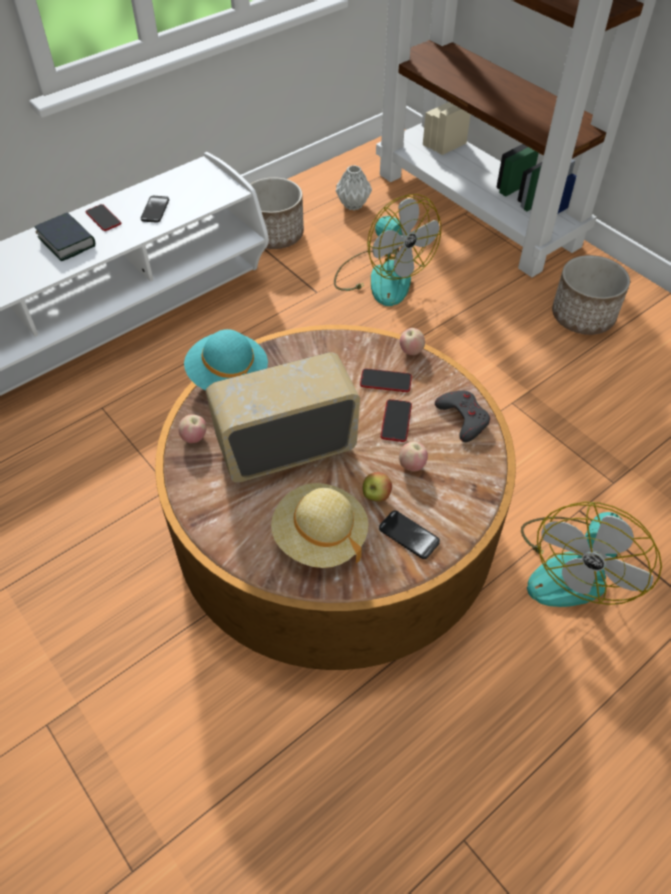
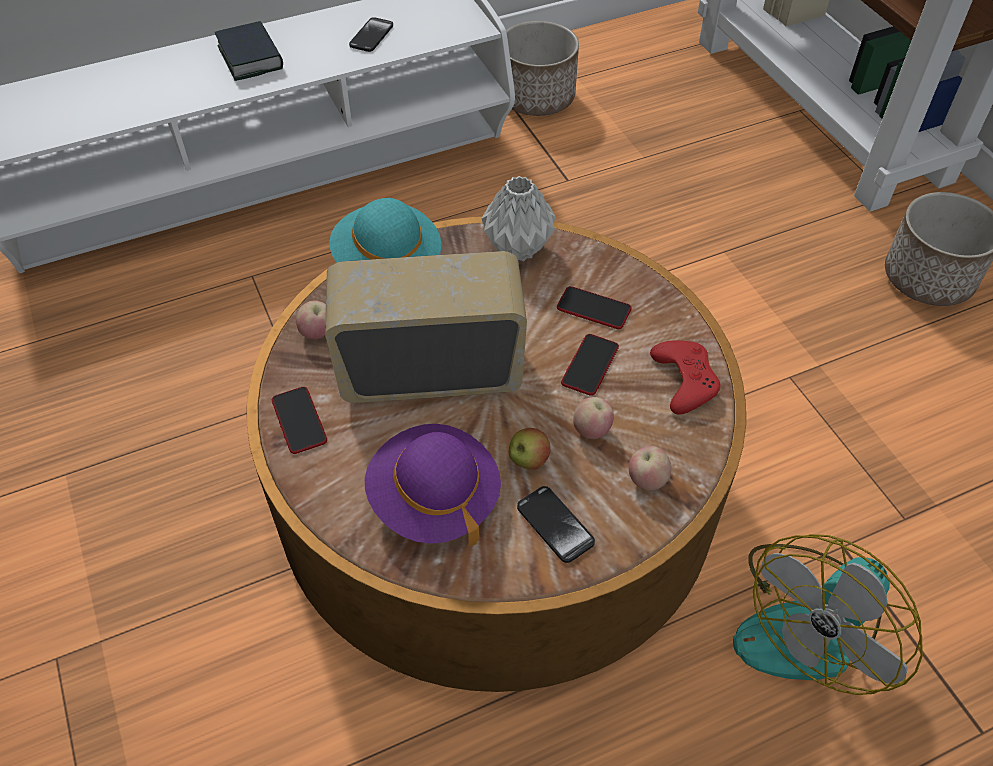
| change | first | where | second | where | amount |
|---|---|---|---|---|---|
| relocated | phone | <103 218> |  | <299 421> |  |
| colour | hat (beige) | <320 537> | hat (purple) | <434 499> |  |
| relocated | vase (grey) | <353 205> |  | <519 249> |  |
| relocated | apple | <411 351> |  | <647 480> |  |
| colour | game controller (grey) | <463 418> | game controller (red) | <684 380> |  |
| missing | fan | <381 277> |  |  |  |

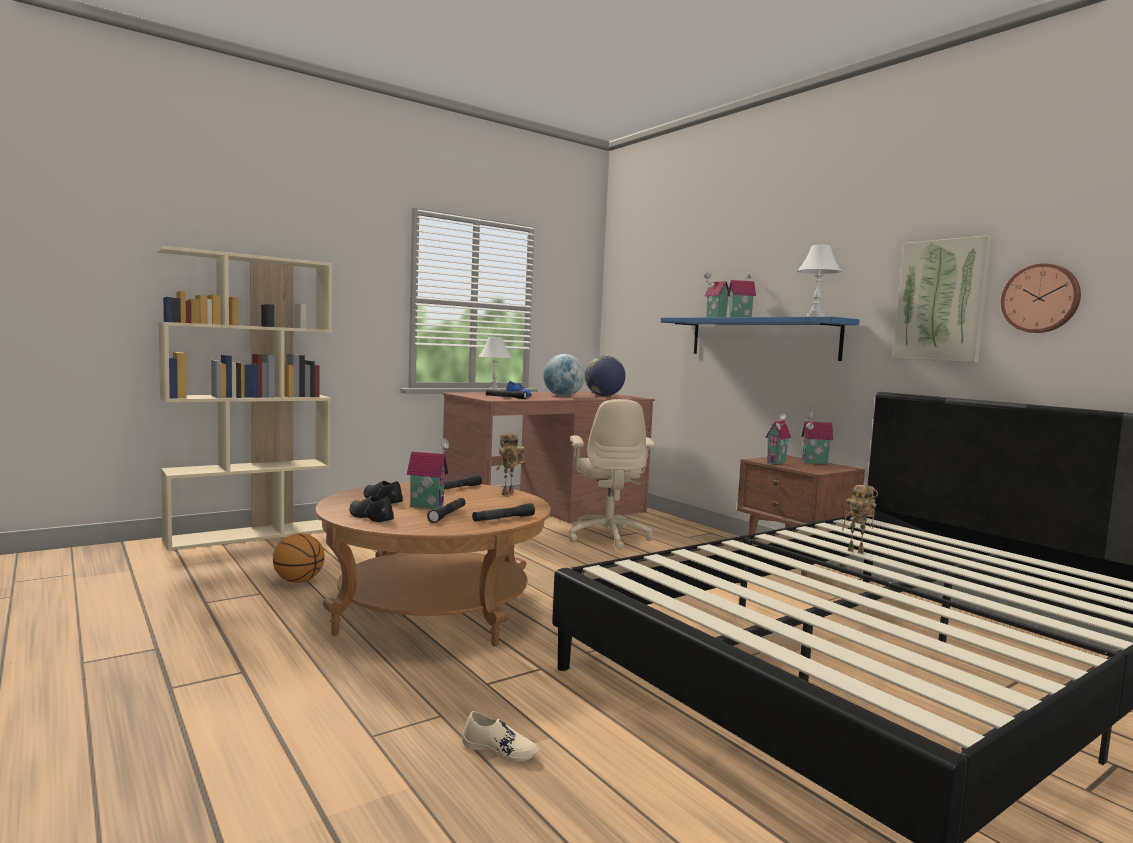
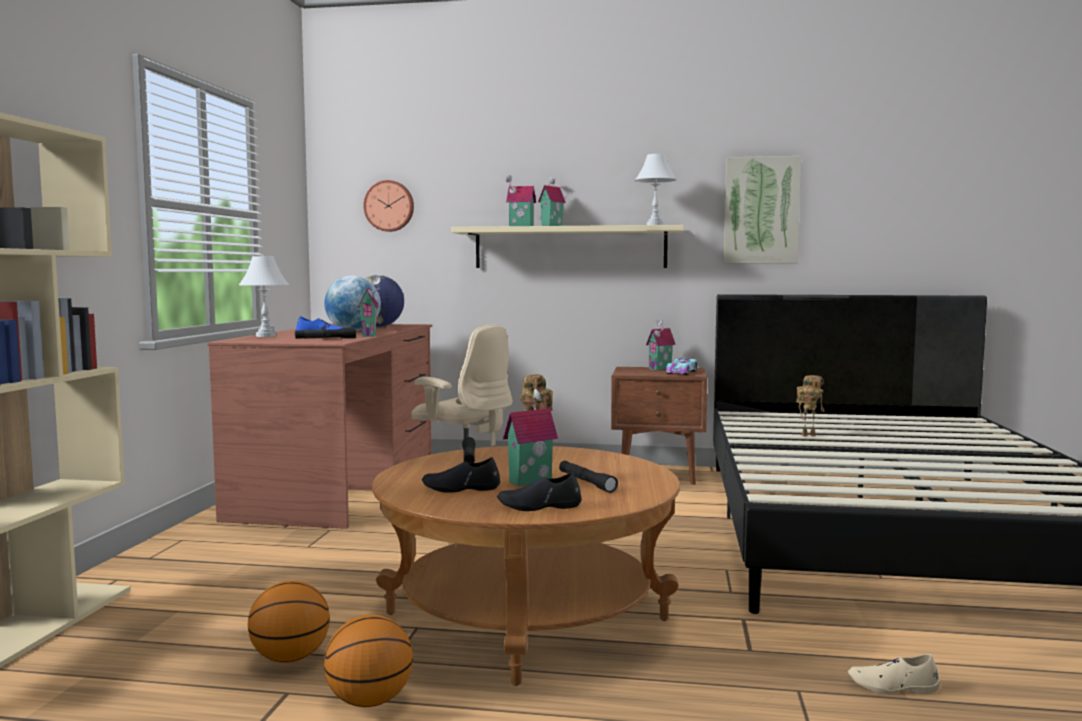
| change | first | where | second | where | amount |
|---|---|---|---|---|---|
| appeared |  |  | basketball | <369 701> |  |
| relocated | toy house | <777 462> |  | <371 335> |  |
| relocated | wall clock | <1041 298> |  | <389 206> |  |
| colour | shelf (blue) | <762 338> | shelf (beige) | <570 248> |  |
| appeared |  |  | toy car | <681 372> |  |
| spun | shoe (beige) | <500 749> |  | <893 686> | 150 degrees counterclockwise |
| missing | flashlight (black) | <503 519> |  |  |  |

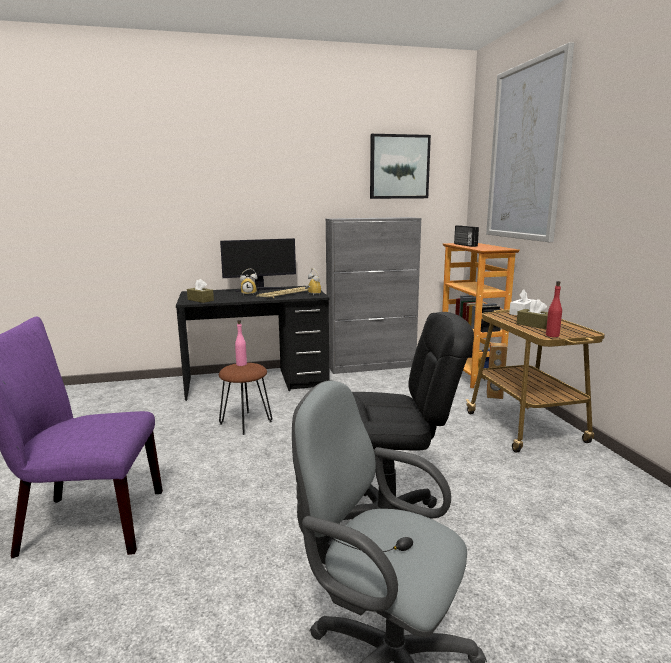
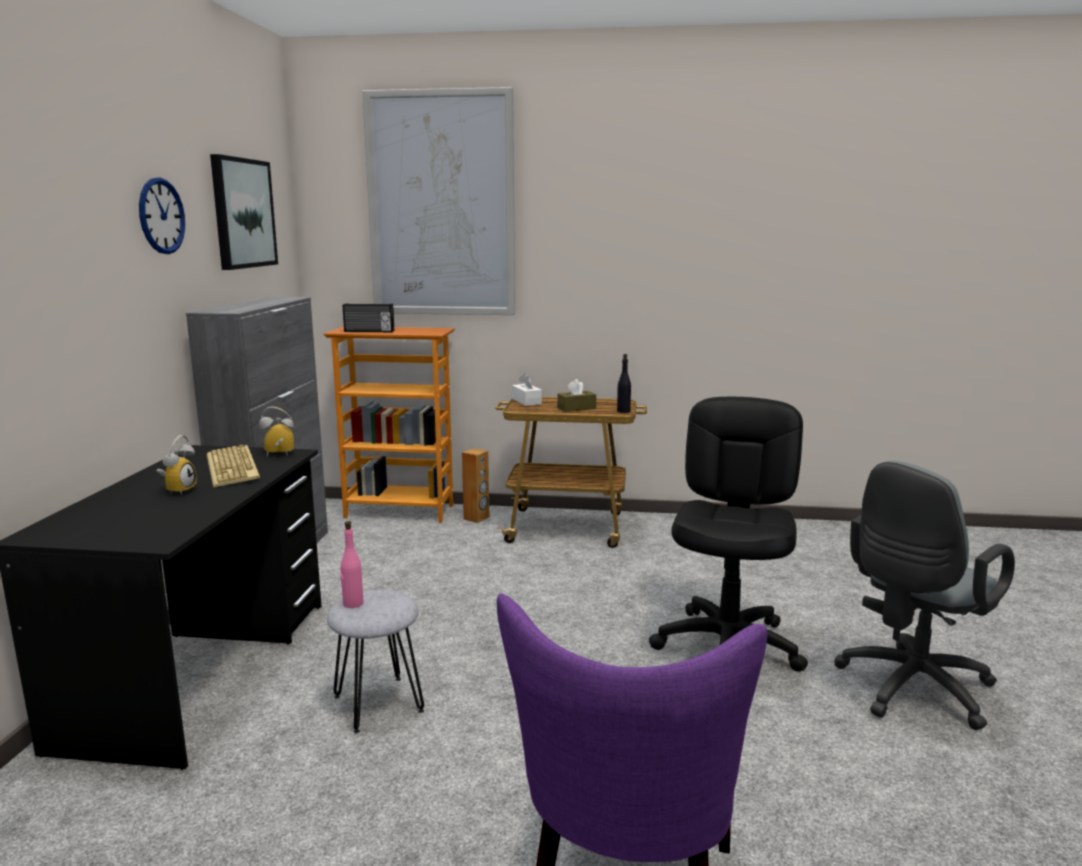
| change | first | where | second | where | amount |
|---|---|---|---|---|---|
| appeared |  |  | wall clock | <161 216> |  |
| colour | stool (brown) | <245 423> | stool (grey) | <378 704> |  |
| colour | bottle (red) | <552 335> | bottle (black) | <623 411> |  |
| missing | tissue box (brown) | <200 300> |  |  |  |
| missing | monitor | <260 289> |  |  |  |

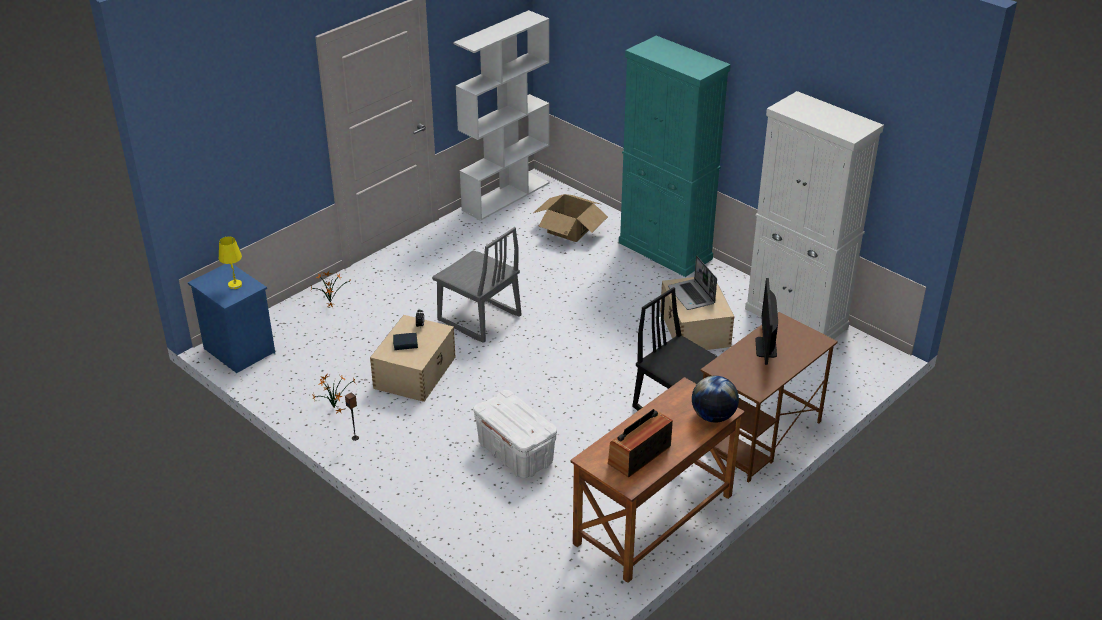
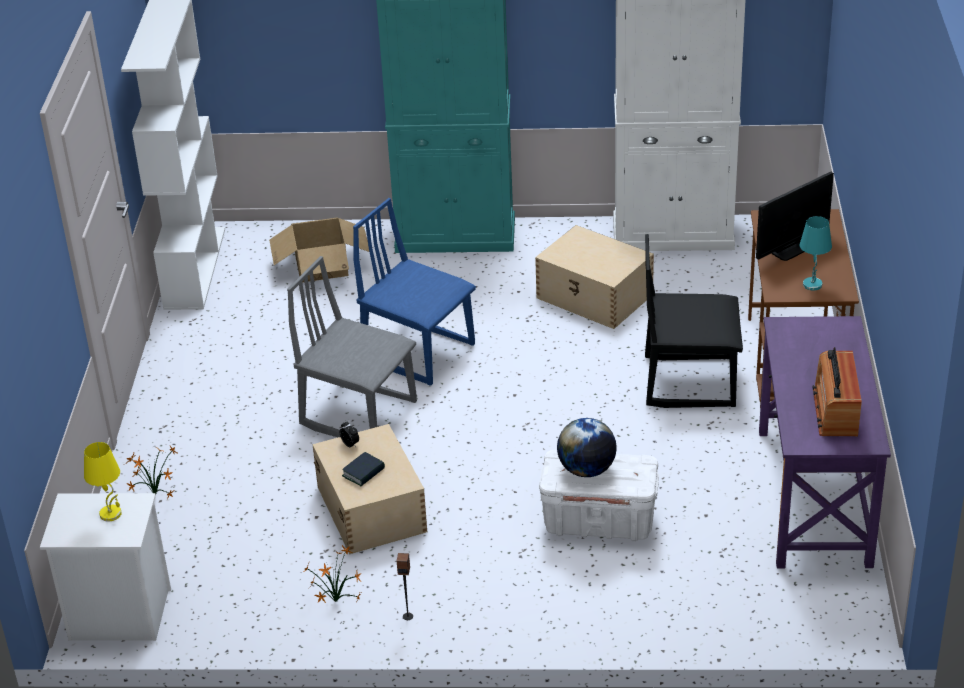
| change | first | where | second | where | amount |
|---|---|---|---|---|---|
| colour | nightstand (blue) | <237 350> | nightstand (white) | <117 615> |  |
| spun | chair (grey) | <478 319> |  | <359 413> | 150 degrees counterclockwise |
| appeared |  |  | chair (blue) | <419 351> |  |
| relocated | globe | <713 416> |  | <586 470> |  |
| spun | monitor | <766 347> |  | <789 249> | 90 degrees counterclockwise |
| colour | desk (brown) | <654 520> | desk (purple) | <814 497> |  |
| appeared |  |  | table lamp (turquoise) | <813 285> |  |
| missing | laptop | <692 296> |  |  |  |

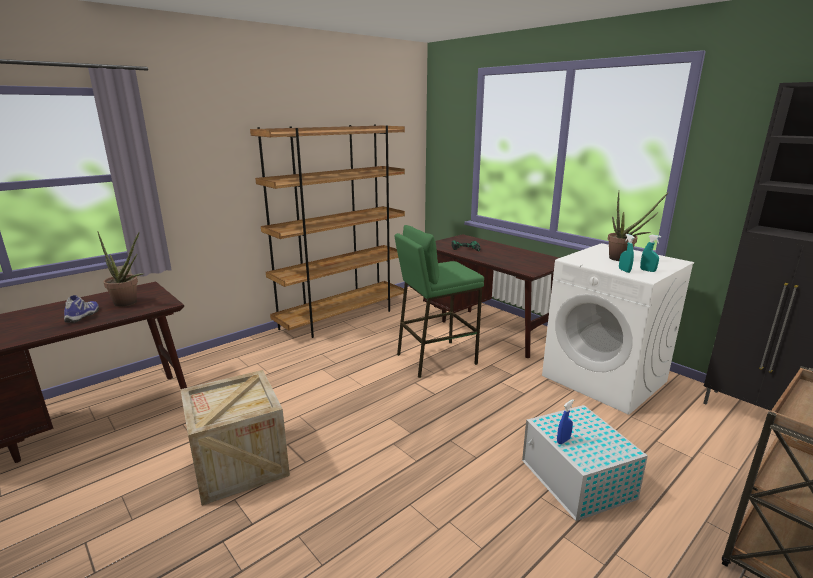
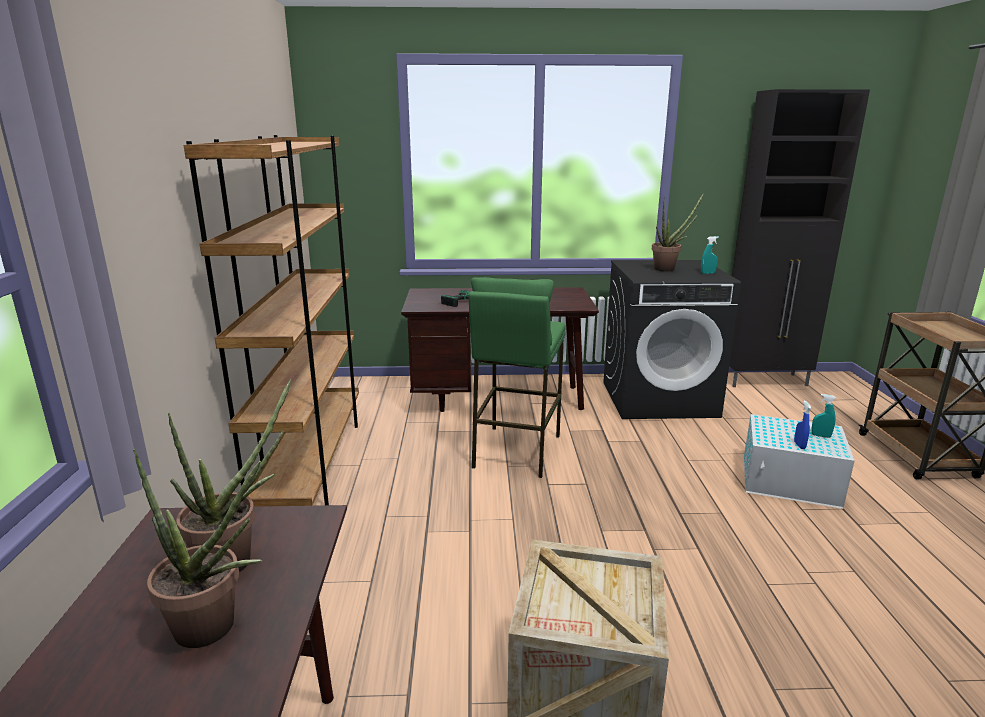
| change | first | where | second | where | amount |
|---|---|---|---|---|---|
| exchanged | shoe | <84 316> | potted plant | <215 630> |  |
| colour | washing machine (white) | <604 379> | washing machine (black) | <659 399> |  |
| relocated | spray bottle (turquoise) | <624 270> |  | <820 436> |  |

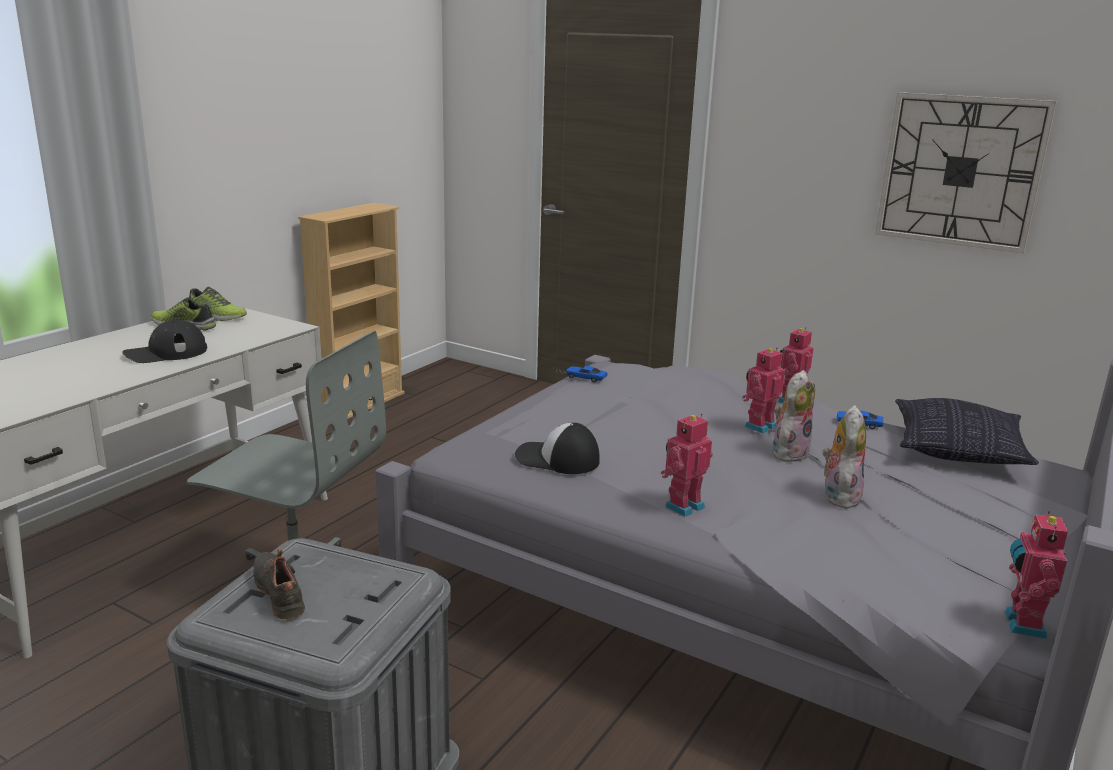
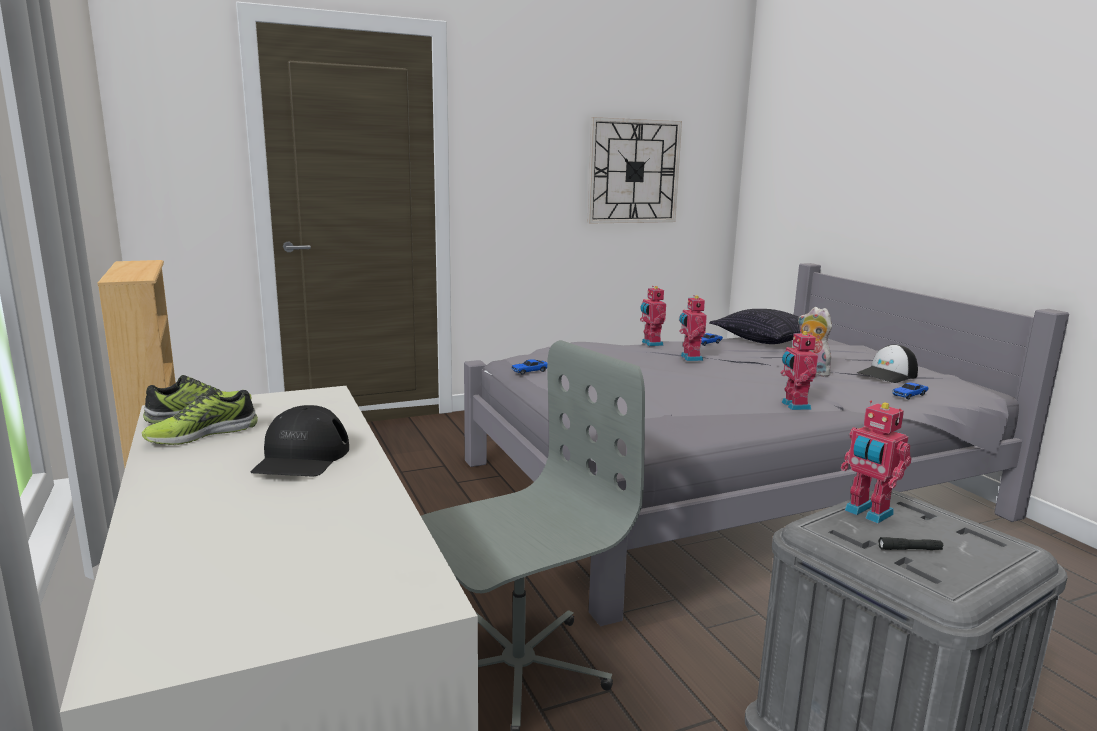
| change | first | where | second | where | amount |
|---|---|---|---|---|---|
| relocated | toy robot | <1021 624> |  | <867 513> |  |
| relocated | cap | <556 459> |  | <888 375> |  |
| exchanged | shoe (black) | <281 593> | flashlight (black) | <909 549> |  |
| appeared |  |  | toy car | <909 395> |  |
| missing | plush toy | <789 452> |  |  |  |

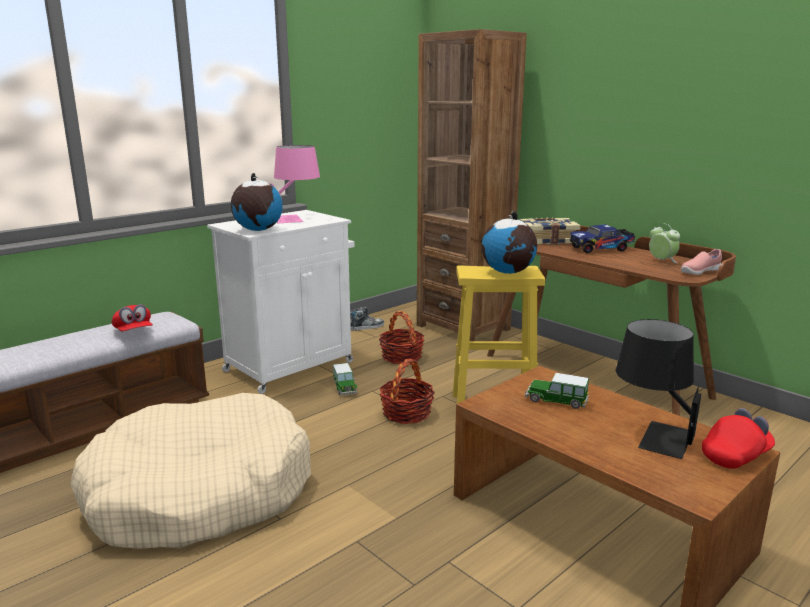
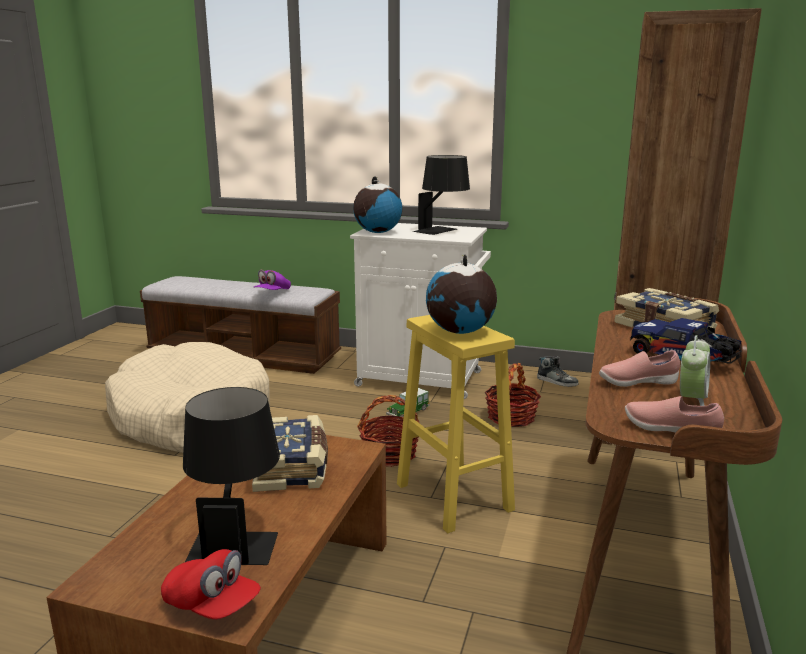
| change | first | where | second | where | amount |
|---|---|---|---|---|---|
| exchanged | toy car | <556 400> | book | <292 467> |  |
| colour | cap (red) | <133 332> | cap (purple) | <272 292> |  |
| colour | table lamp (pink) | <296 218> | table lamp (black) | <442 231> |  |
| appeared |  |  | shoe (pink) | <637 383> |  |

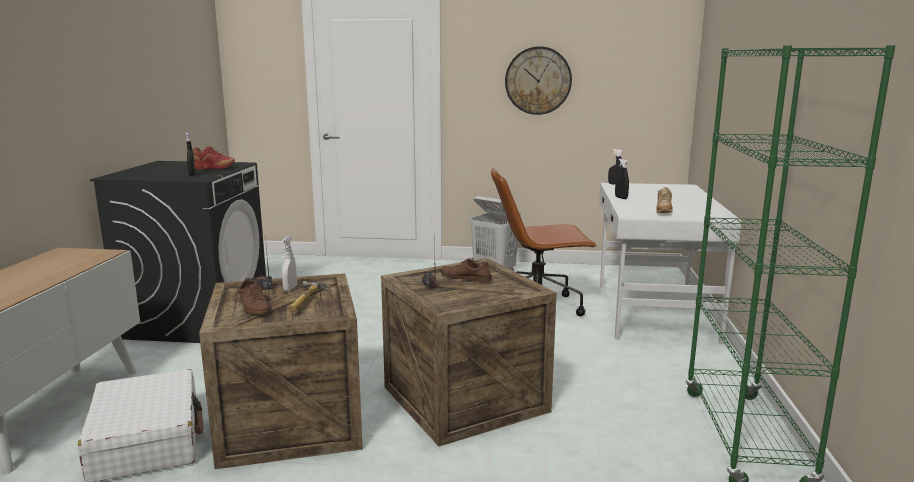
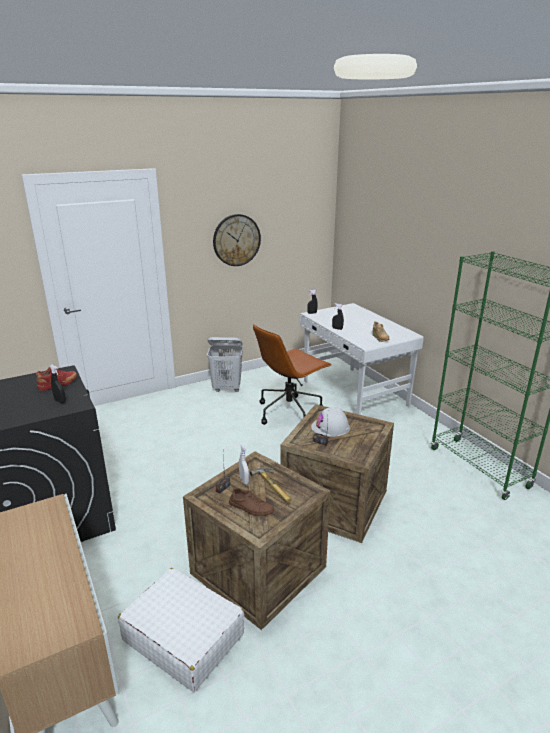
| change | first | where | second | where | amount |
|---|---|---|---|---|---|
| exchanged | shoe (brown) | <466 278> | hard hat (white) | <330 427> |  |

